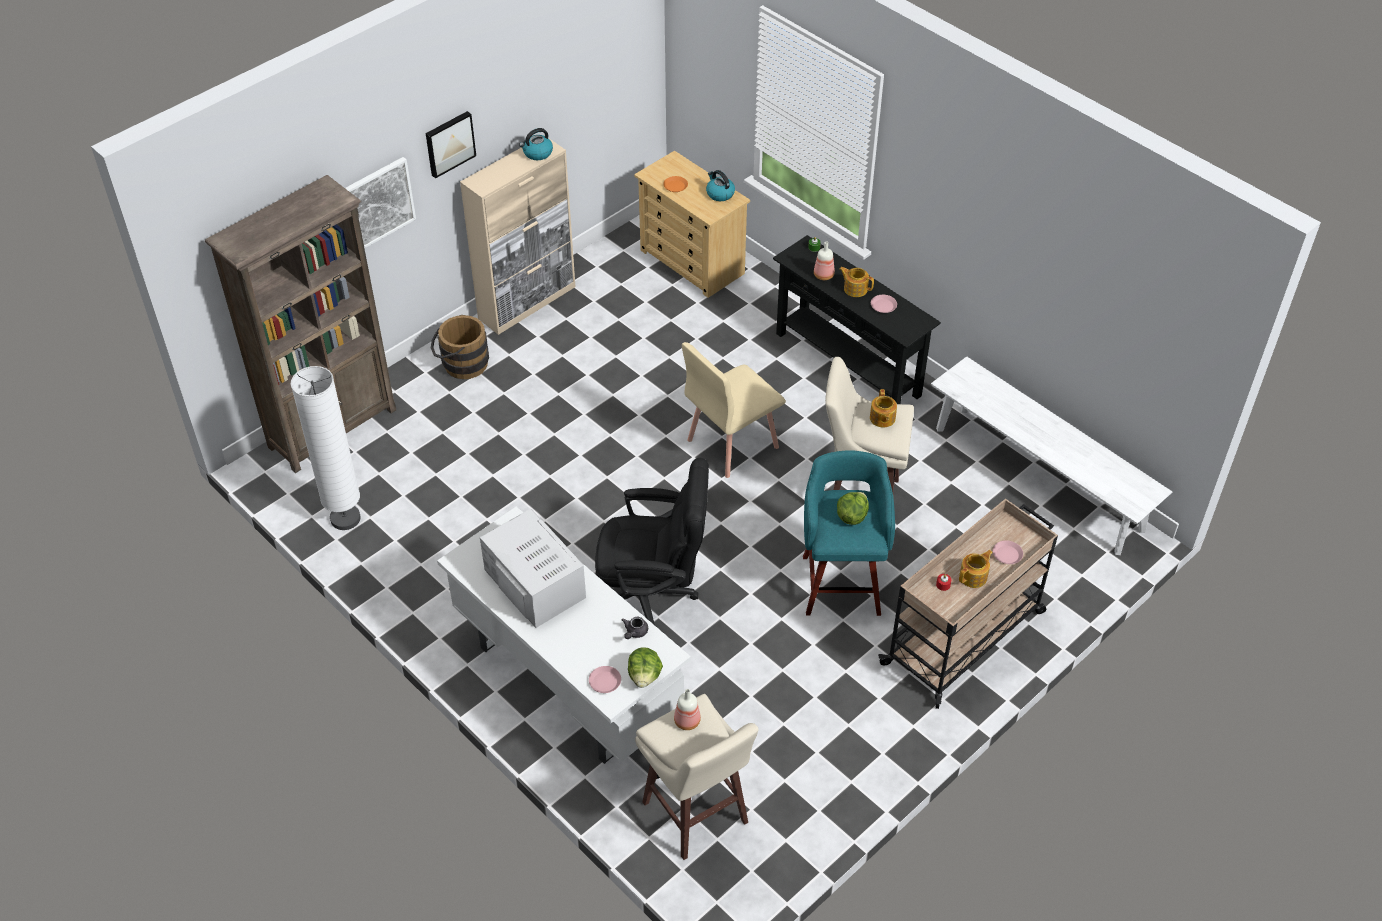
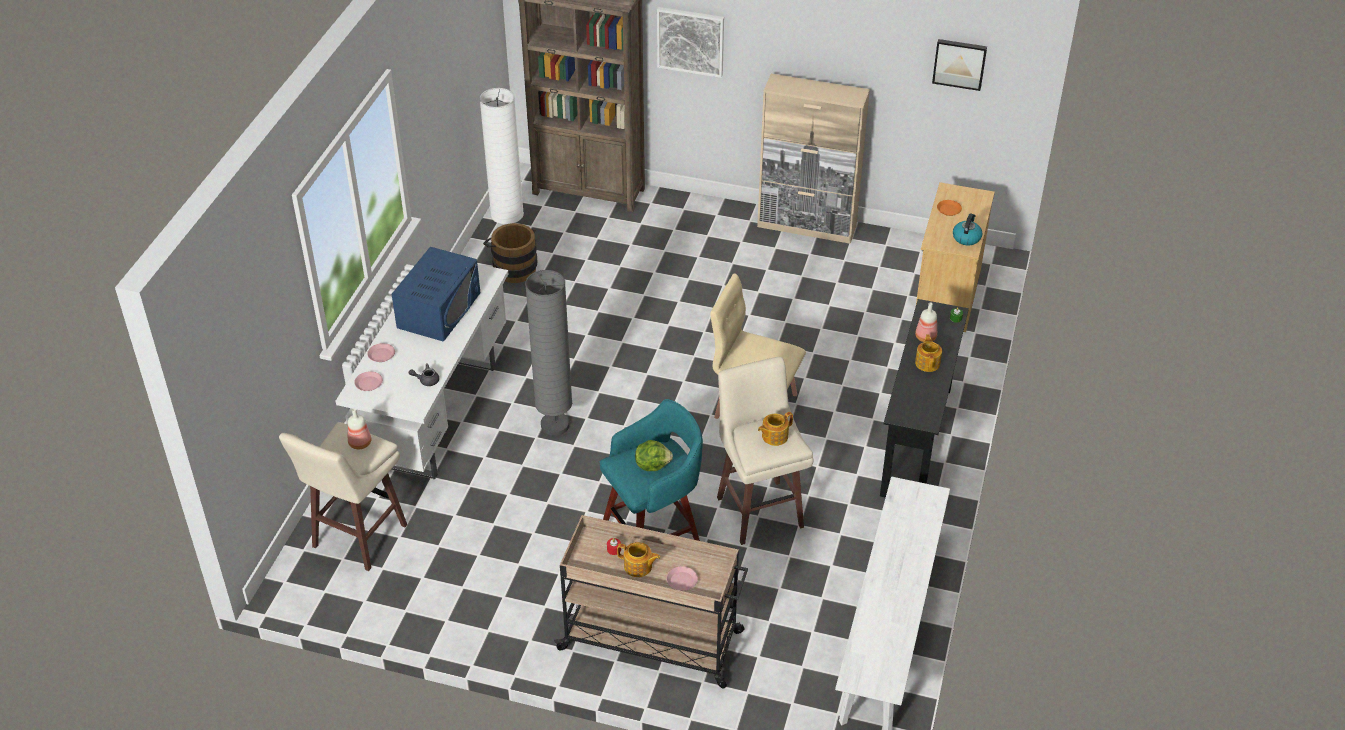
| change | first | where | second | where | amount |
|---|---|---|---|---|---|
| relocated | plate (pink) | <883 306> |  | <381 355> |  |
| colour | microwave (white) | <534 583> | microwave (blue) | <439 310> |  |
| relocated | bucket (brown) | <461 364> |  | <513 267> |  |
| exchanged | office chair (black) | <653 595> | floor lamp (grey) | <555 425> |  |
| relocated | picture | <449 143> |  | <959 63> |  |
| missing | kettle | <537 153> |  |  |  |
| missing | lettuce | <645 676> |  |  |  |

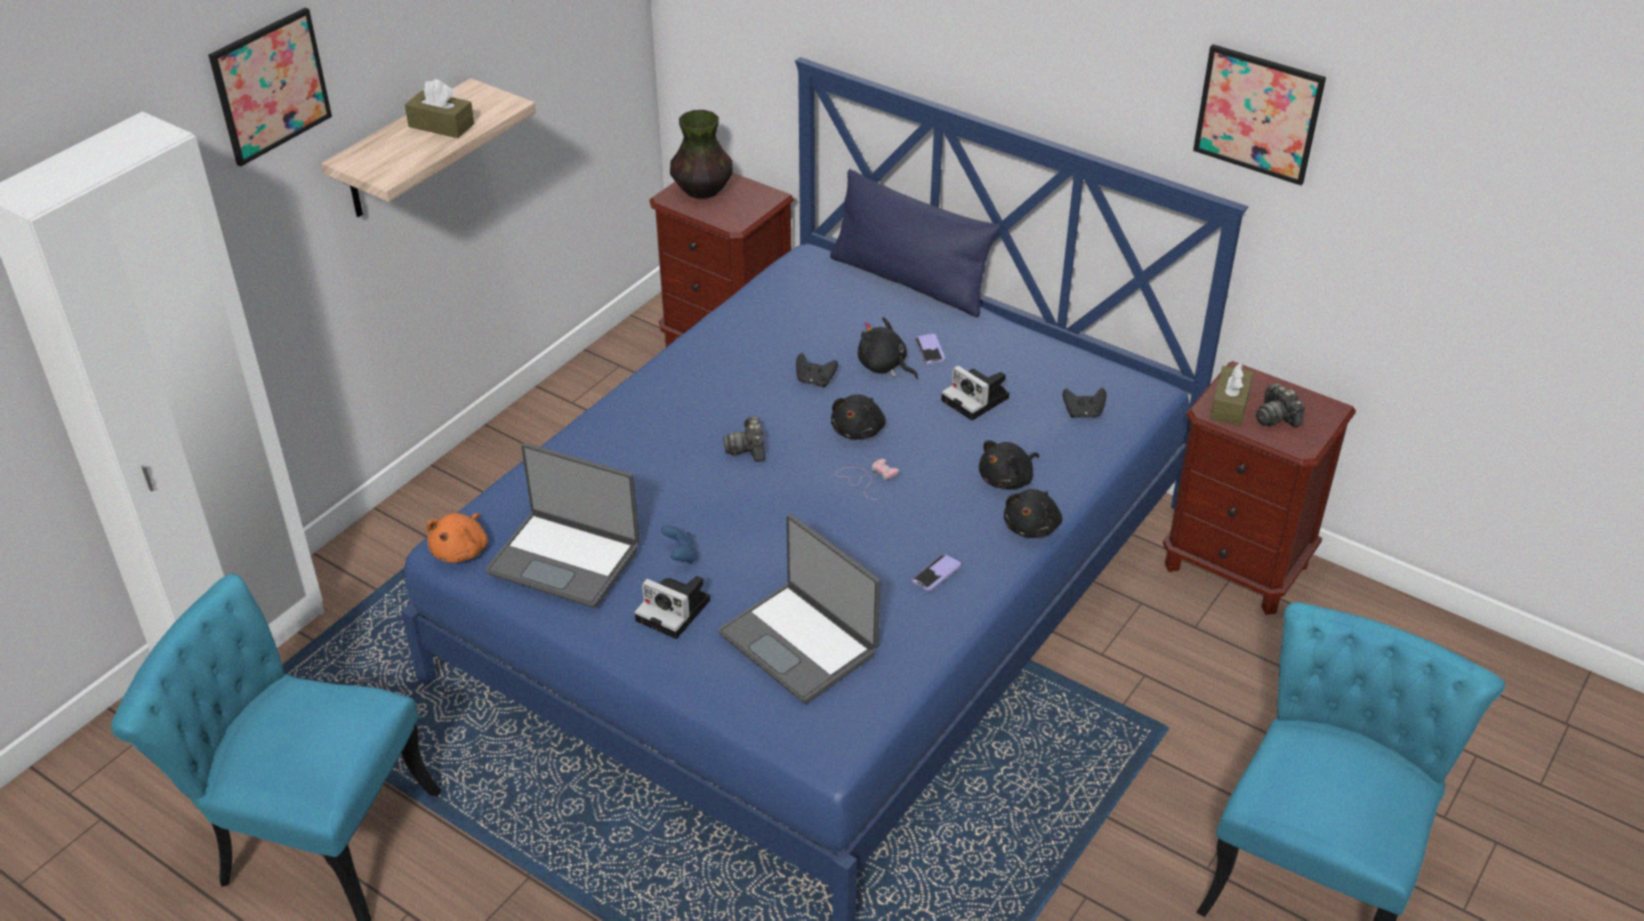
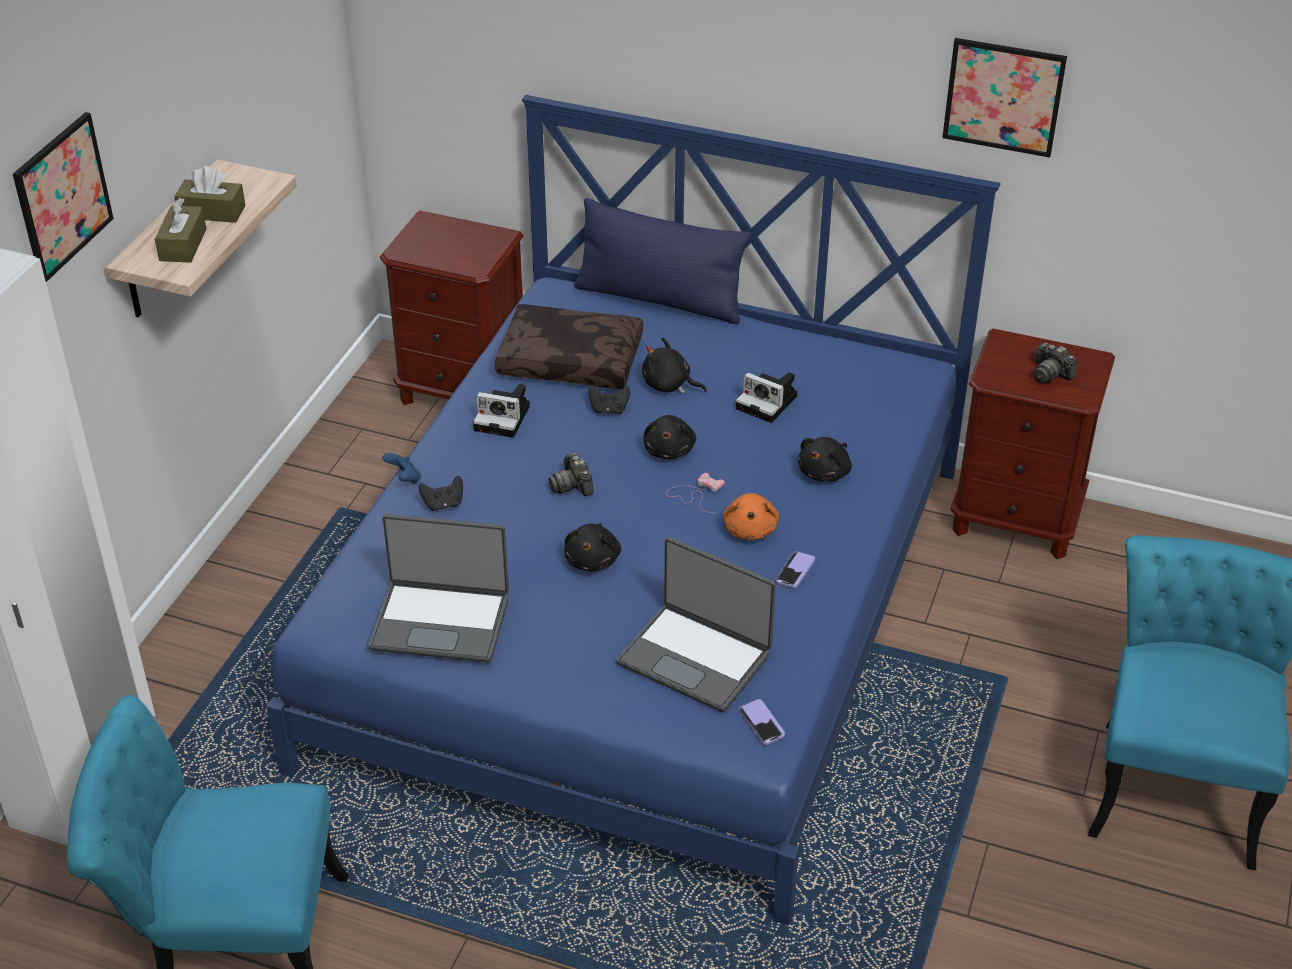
| change | first | where | second | where | amount |
|---|---|---|---|---|---|
| relocated | tissue box (brown) | <1229 405> |  | <183 245> |  |
| relocated | game controller (blue) | <681 556> |  | <404 478> |  |
| relocated | game controller (black) | <1083 413> |  | <443 504> |  |
| relocated | photo camera | <676 611> |  | <504 418> |  |
| appeared |  |  | pillow (brown) | <572 360> |  |
| relocated | plush toy (black) | <1032 526> |  | <593 559> |  |
| relocated | plush toy (orange) | <461 550> |  | <750 529> |  |
| relocated | phone | <929 350> |  | <761 723> |  |
| missing | vase | <702 191> |  |  |  |

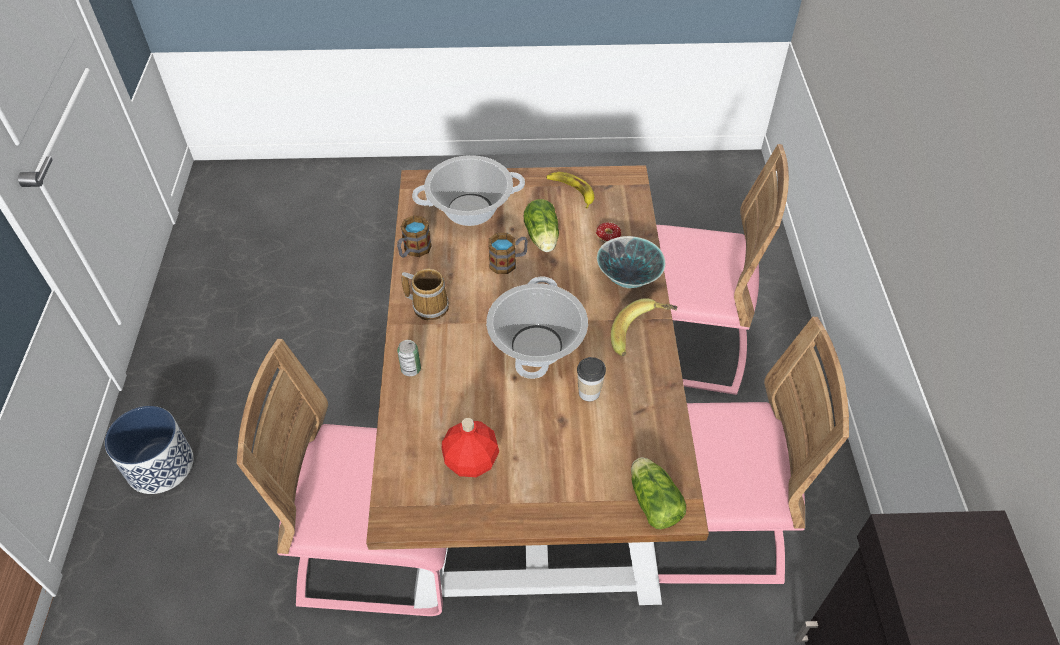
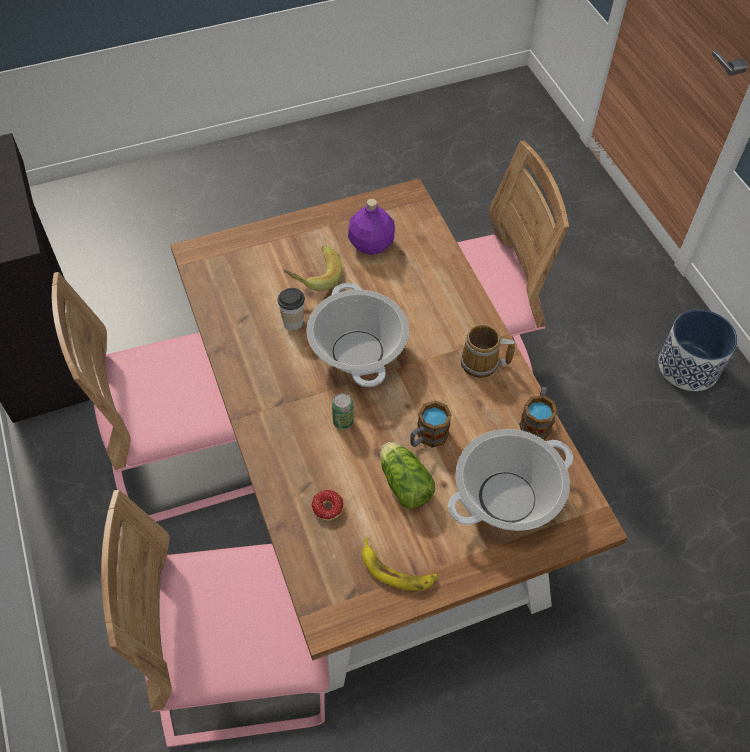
| change | first | where | second | where | amount |
|---|---|---|---|---|---|
| relocated | banana | <641 336> |  | <313 277> |  |
| relocated | can | <411 369> |  | <343 421> |  |
| colour | bottle (red) | <470 460> | bottle (purple) | <372 244> |  |
| missing | bowl | <628 280> |  |  |  |
| missing | lettuce | <652 500> |  |  |  |

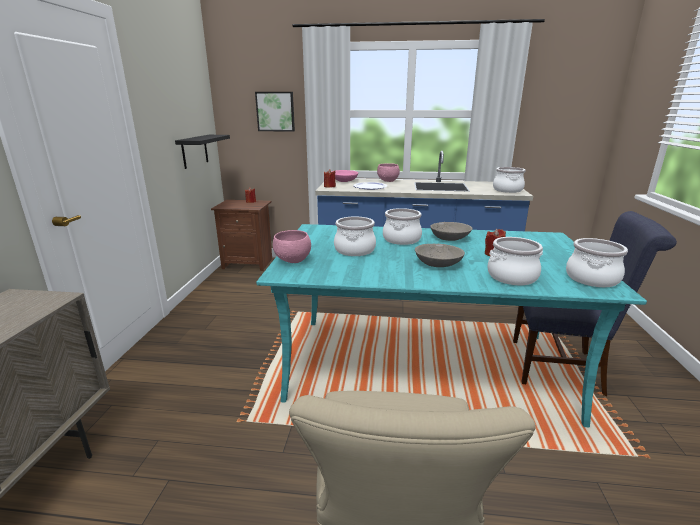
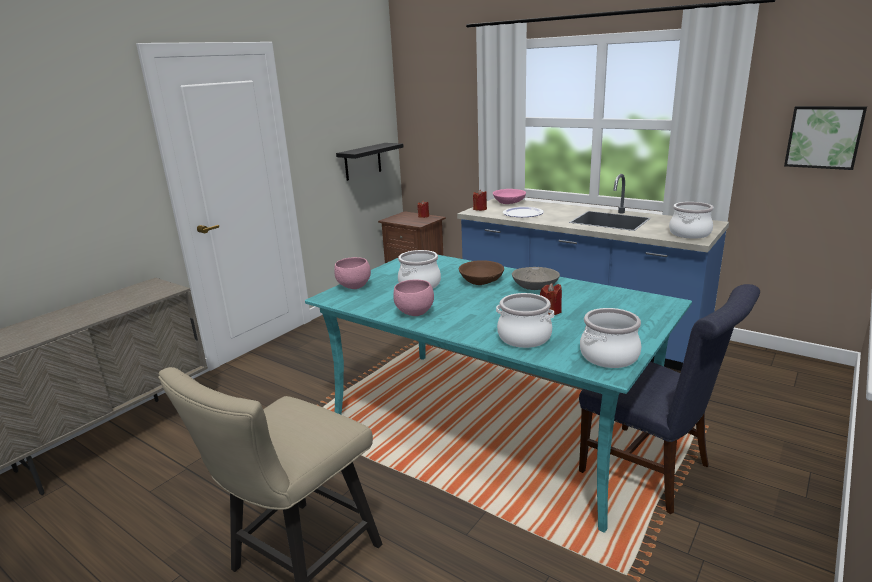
| change | first | where | second | where | amount |
|---|---|---|---|---|---|
| relocated | bowl (pink) | <388 181> |  | <415 313> |  |
| exchanged | cooking pot | <401 239> | bowl (brown) | <481 280> |  |
| relocated | picture | <275 111> |  | <824 137> |  |
| missing | bowl (grey) | <438 264> |  |  |  |

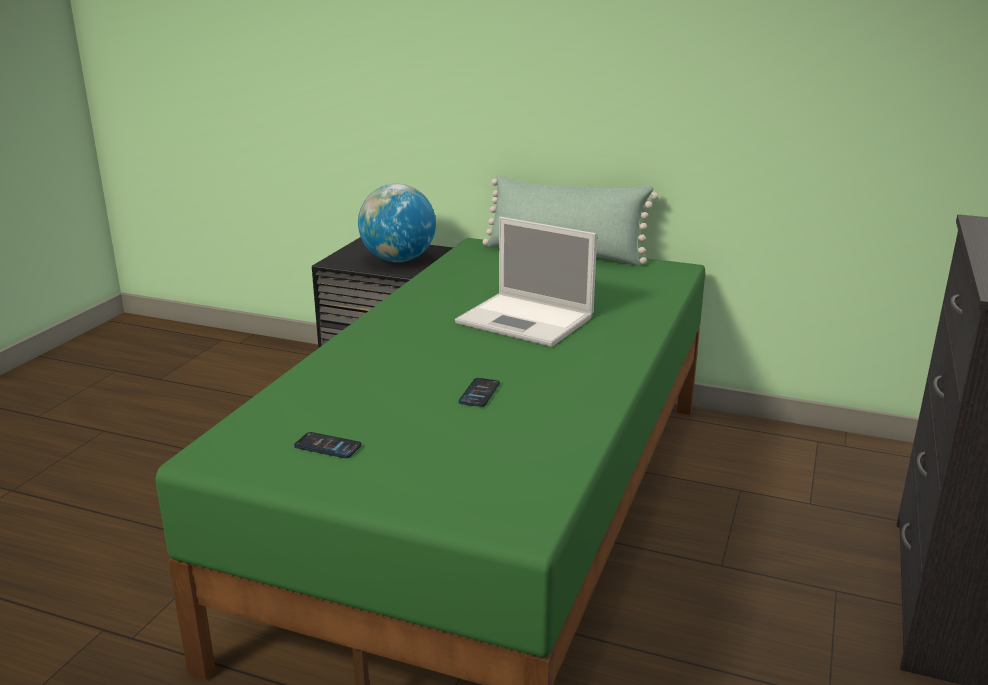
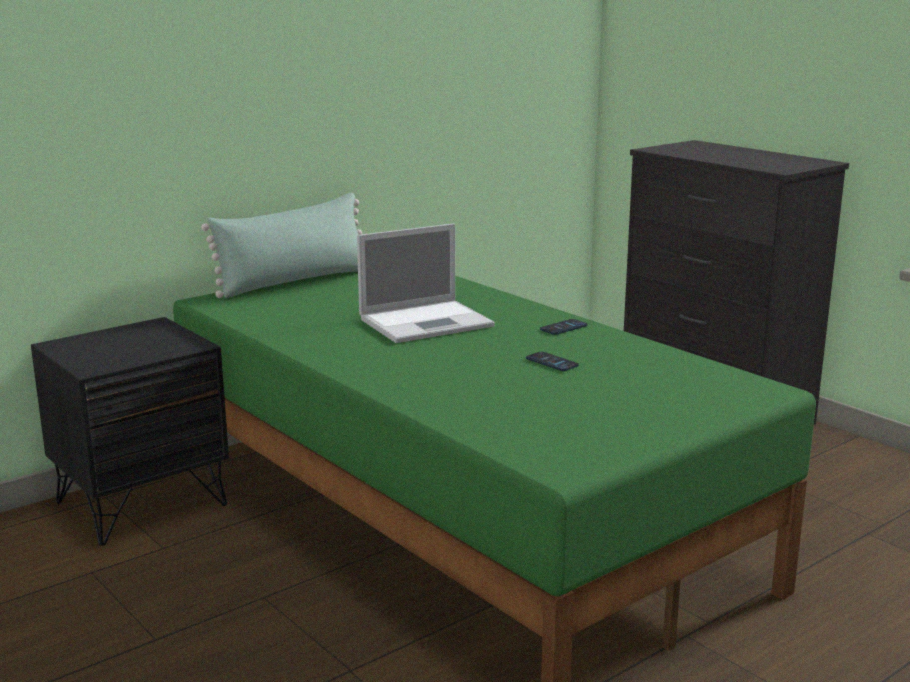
| change | first | where | second | where | amount |
|---|---|---|---|---|---|
| relocated | phone | <328 446> |  | <563 328> |  |
| missing | globe | <398 260> |  |  |  |

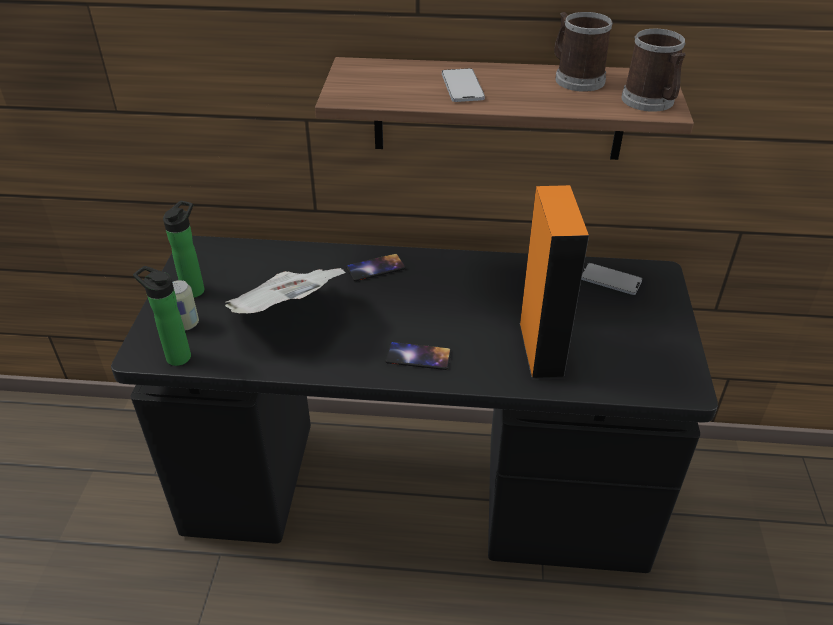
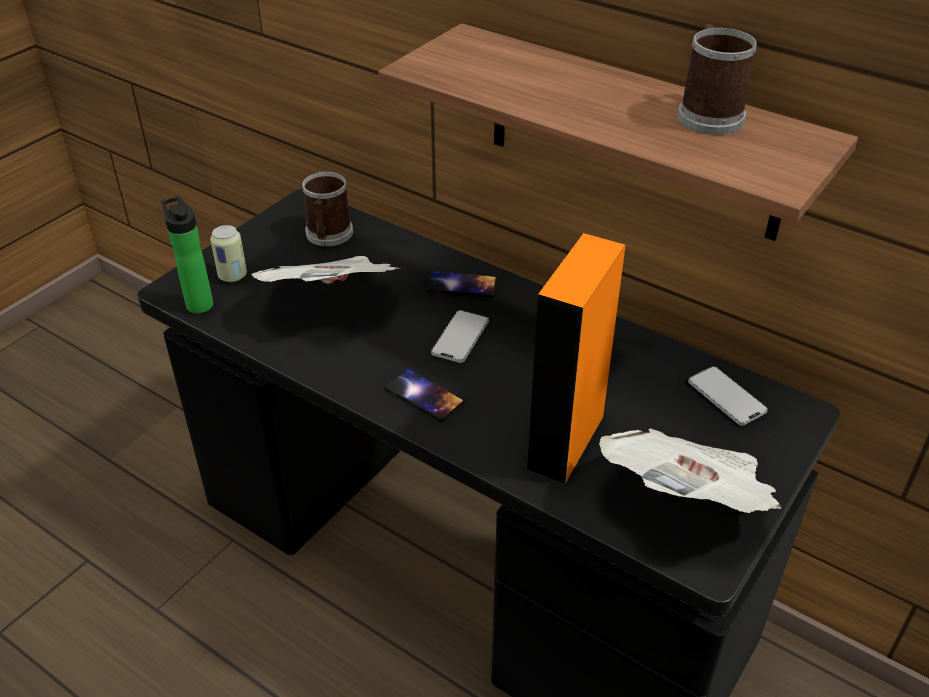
| change | first | where | second | where | amount |
|---|---|---|---|---|---|
| relocated | mug | <651 102> |  | <328 236> |  |
| relocated | phone | <462 87> |  | <460 337> |  |
| appeared |  |  | newspaper | <688 499> |  |
| missing | bottle | <195 289> |  |  |  |

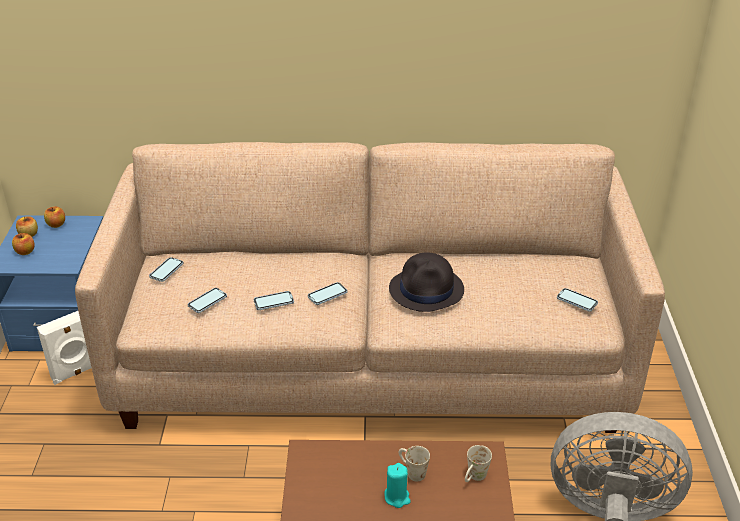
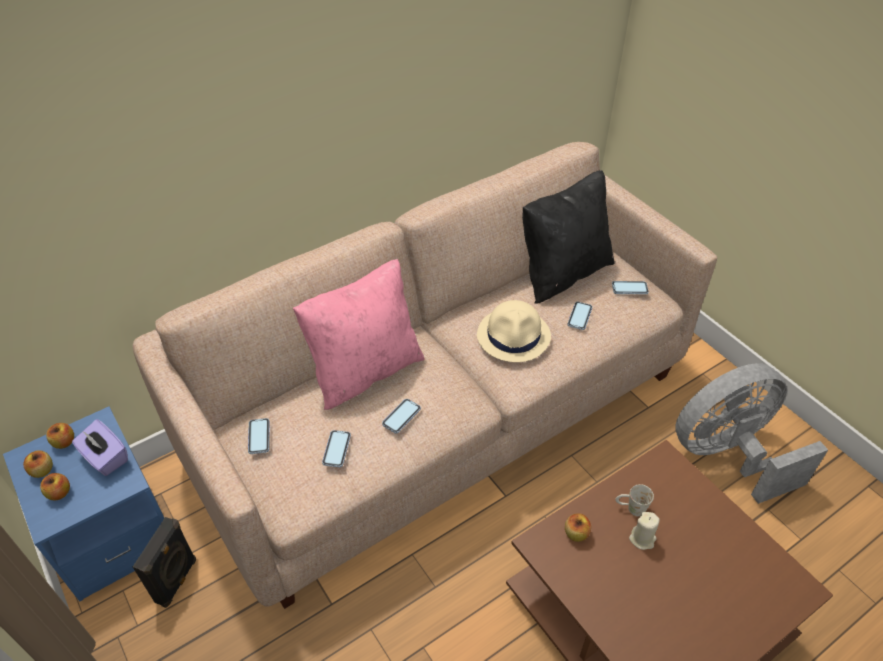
| change | first | where | second | where | amount |
|---|---|---|---|---|---|
| appeared |  |  | tissue box (purple) | <105 458> |  |
| colour | speaker (white) | <76 372> | speaker (black) | <177 581> |  |
| appeared |  |  | pillow (pink) | <365 371> |  |
| colour | hat (black) | <427 290> | hat (beige) | <514 336> |  |
| appeared |  |  | pillow (black) | <563 273> |  |
| appeared |  |  | apple | <576 533> |  |
| relocated | phone | <327 295> |  | <579 316> |  |
| colour | candle (turquoise) | <397 497> | candle (beige) | <642 539> |  |
| missing | mug (white) | <474 478> |  |  |  |

